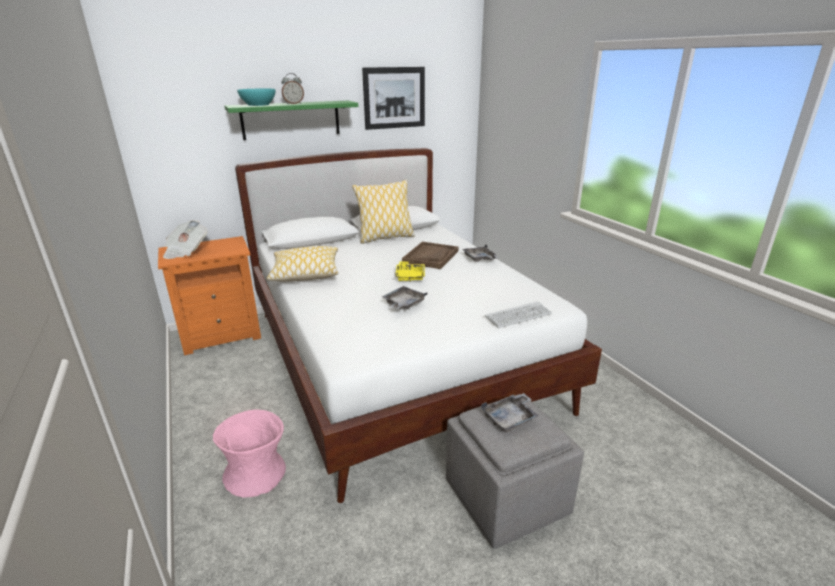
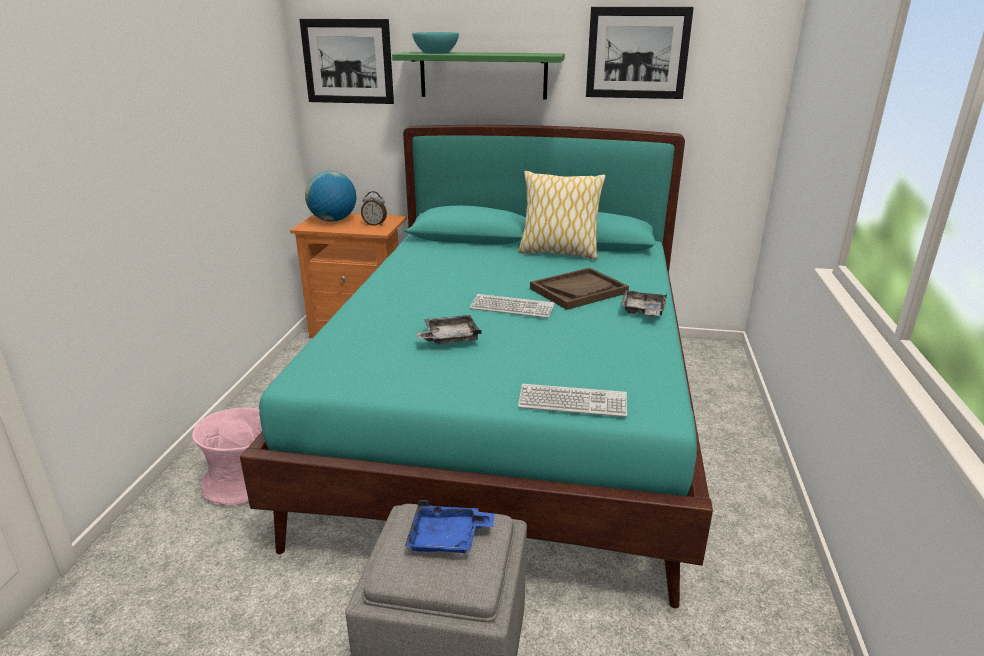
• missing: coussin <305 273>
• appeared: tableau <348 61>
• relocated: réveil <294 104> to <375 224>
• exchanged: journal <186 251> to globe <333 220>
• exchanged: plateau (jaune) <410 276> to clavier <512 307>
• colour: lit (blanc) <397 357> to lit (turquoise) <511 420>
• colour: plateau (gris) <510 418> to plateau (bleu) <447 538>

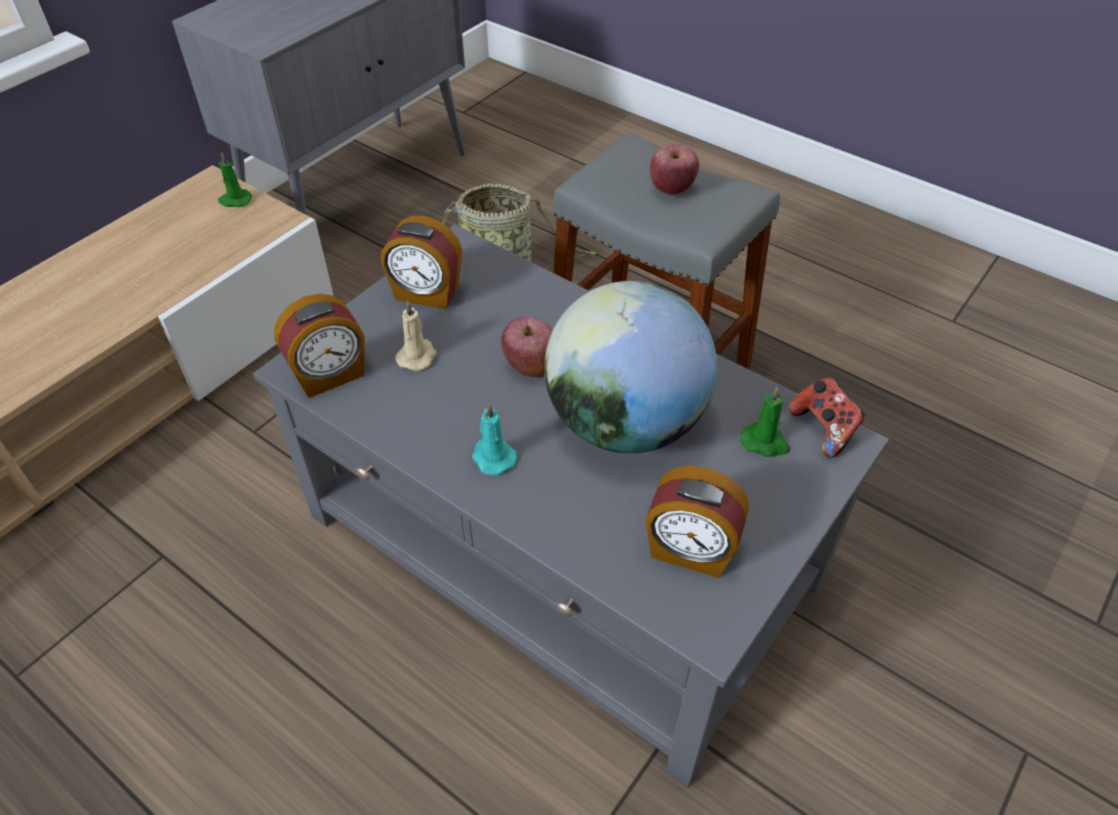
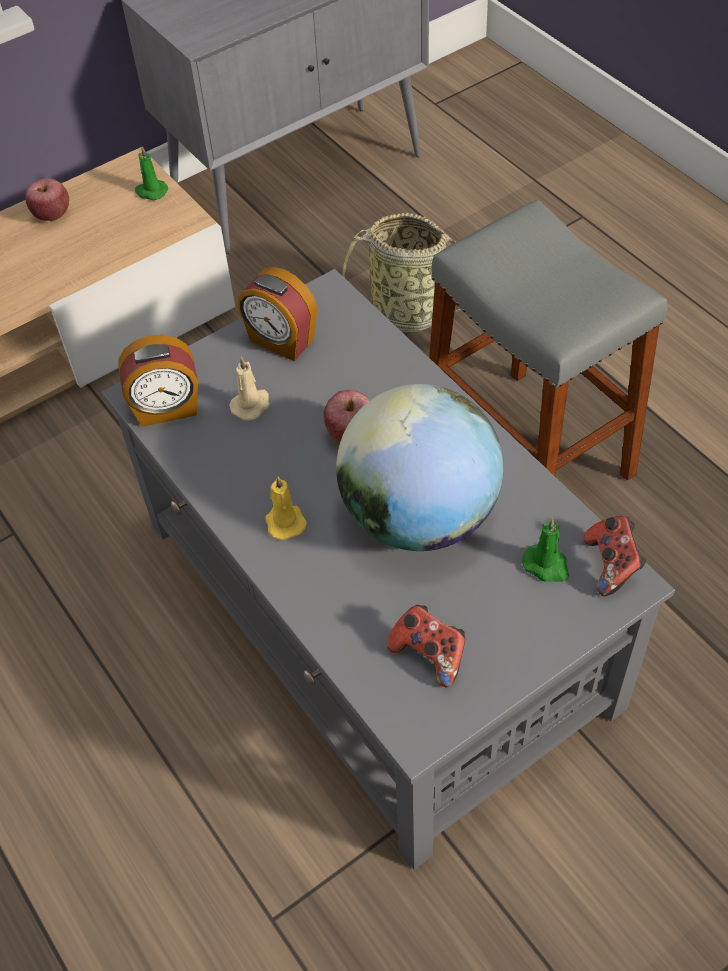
• relocated: pomme <672 189> to <52 215>
• exchanged: réveil <690 551> to manette <429 654>
• colour: bougie (turquoise) <492 457> to bougie (jaune) <284 521>

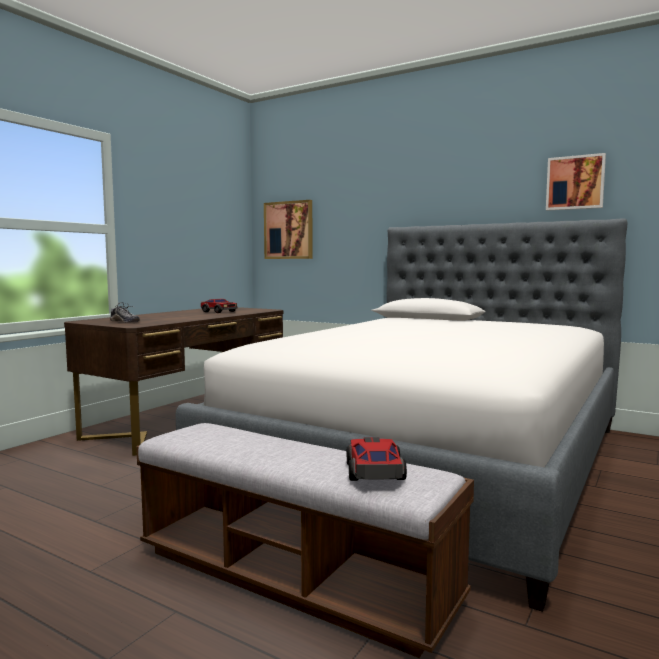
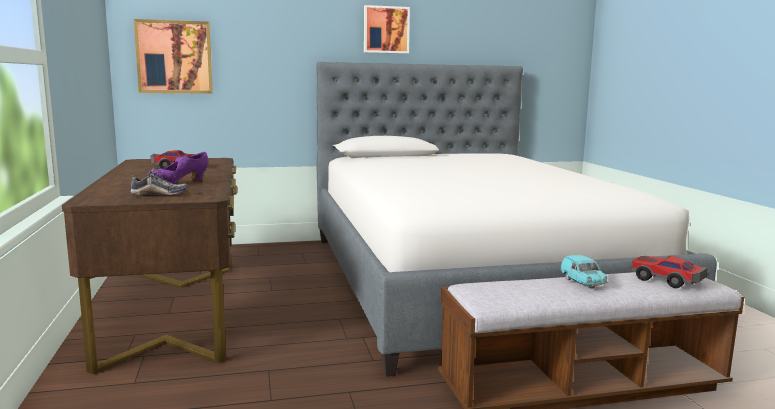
• appeared: chaussure (violet) <179 183>
• appeared: petite voiture (turquoise) <583 283>
• relocated: tableau <575 183> to <386 30>

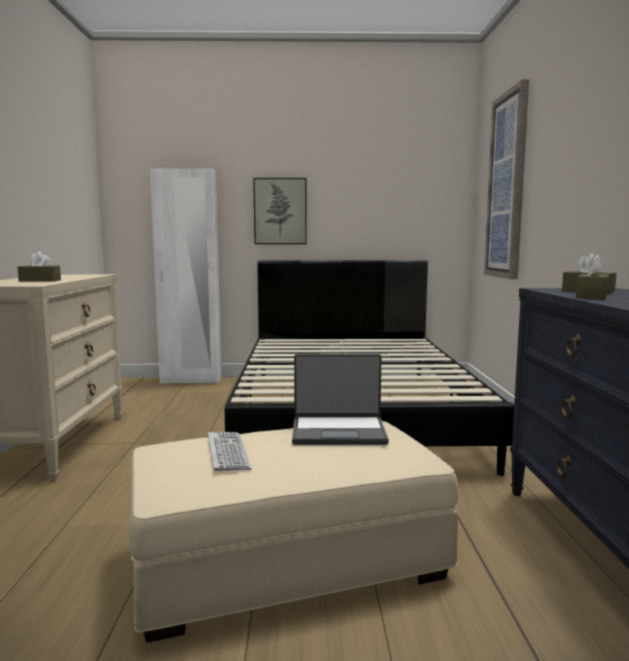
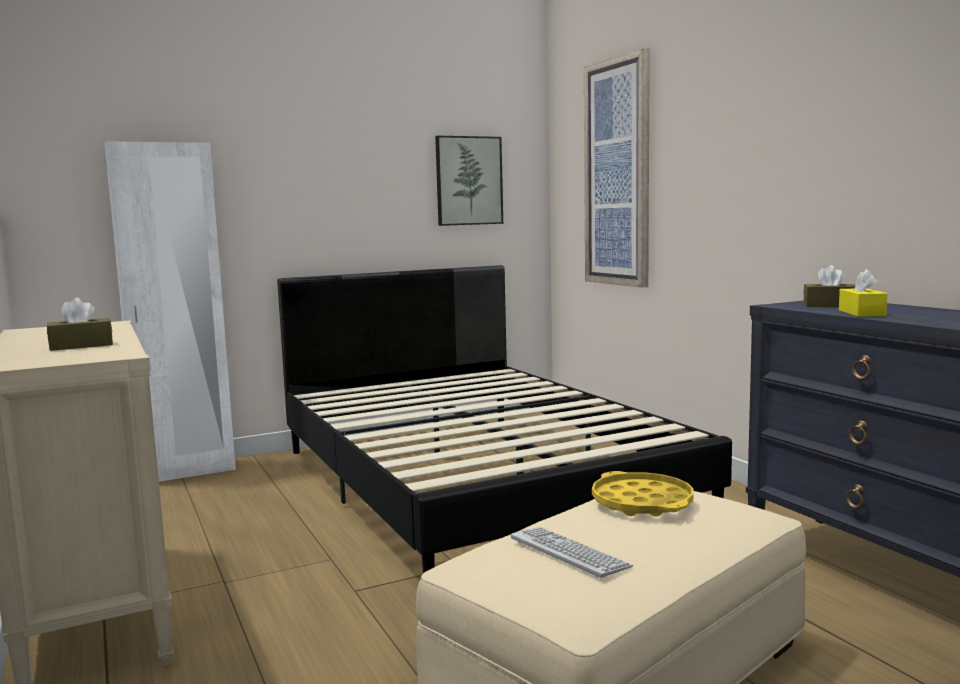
• relocated: tableau <280 211> to <468 181>
• exchanged: ordinateur portable <338 432> to plateau (jaune) <642 503>
• colour: boîte à mouchoirs (marron) <591 296> to boîte à mouchoirs (jaune) <861 313>

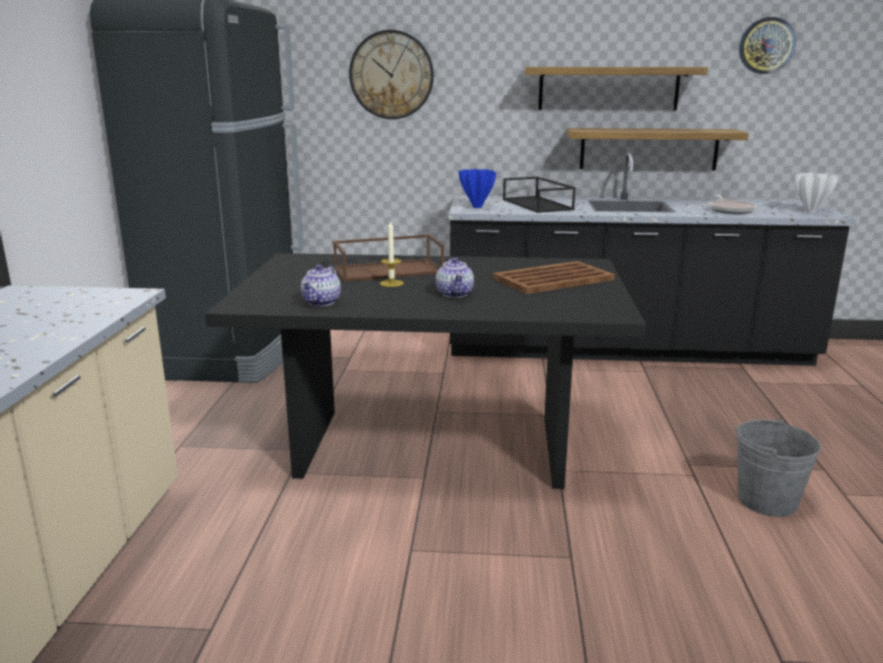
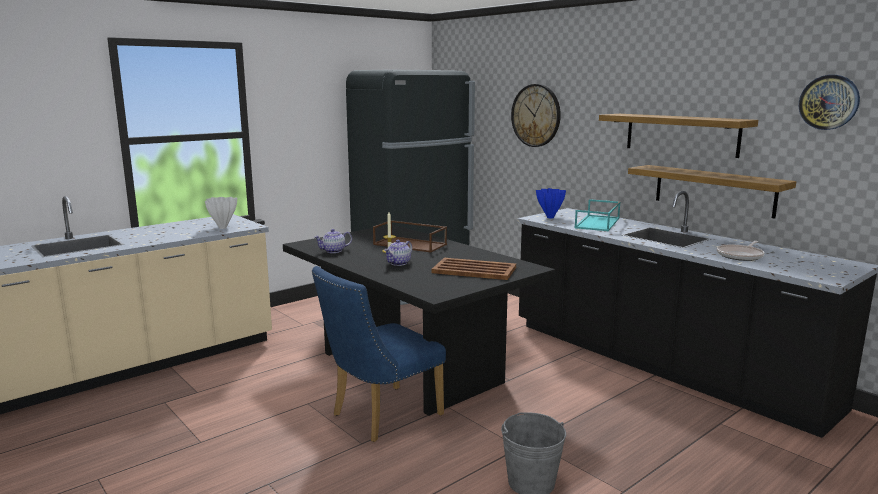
• appeared: chaise (bleu) <379 416>
• relocated: vase (blanc) <811 212> to <223 228>
• colour: plateau (noir) <538 204> to plateau (turquoise) <598 223>

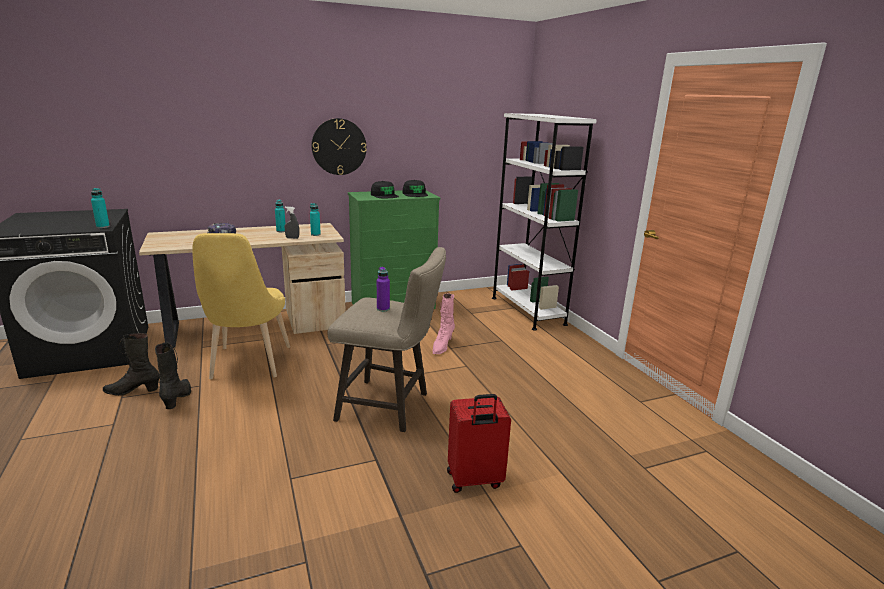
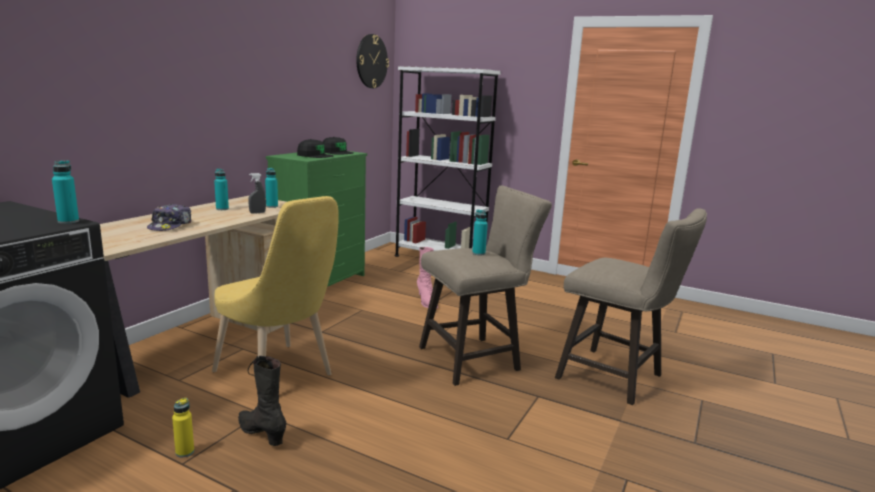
• relocated: horloge murale <339 147> to <371 61>
• exchanged: botte (noir) <133 391> to bouteille (jaune) <185 452>
• exchanged: valise (rouge) <474 480> to tabouret (beige) <617 379>
• colour: bouteille (violet) <383 309> to bouteille (turquoise) <478 253>

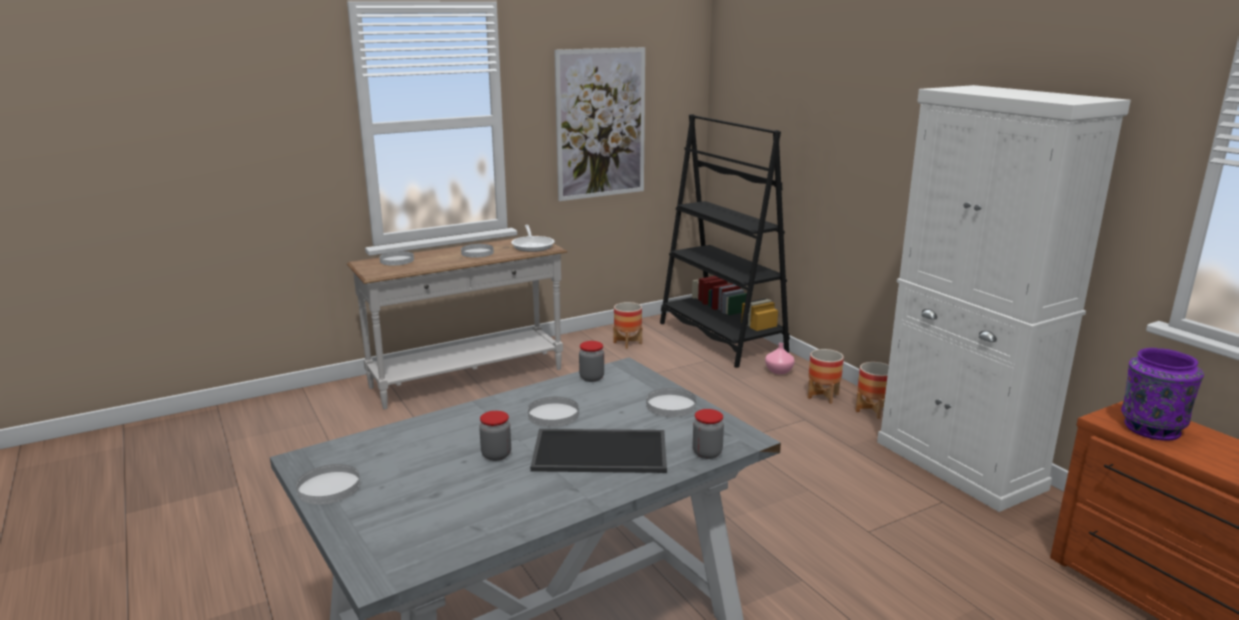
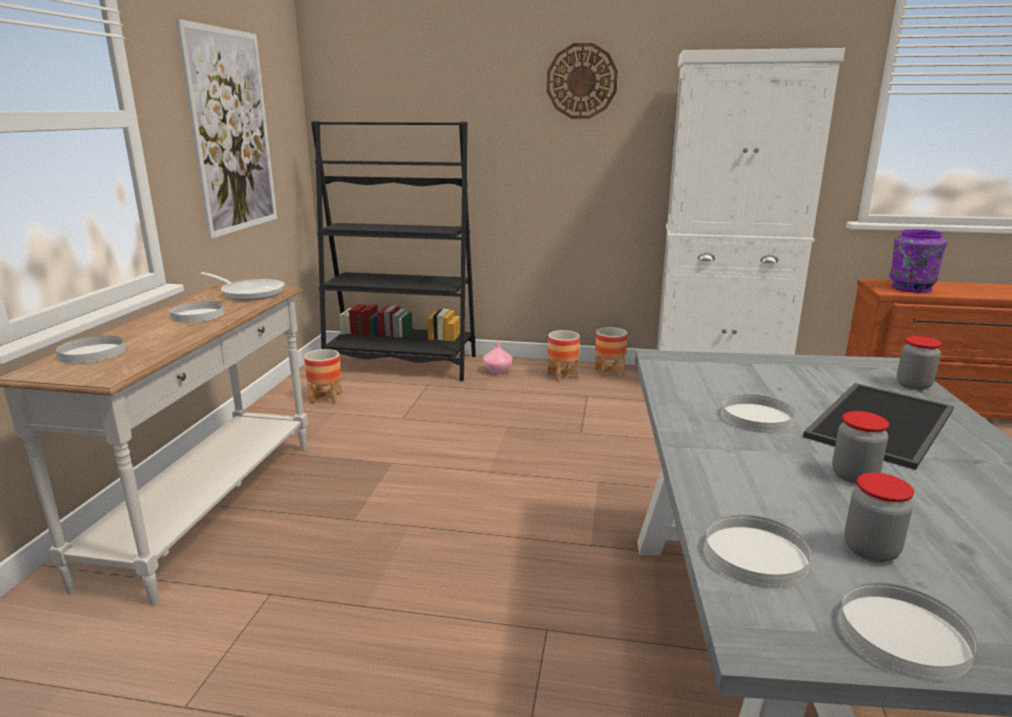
• appeared: horloge murale <581 81>
• relocated: bocal <591 378> to <870 550>
• relocated: assiette (blanc) <671 405> to <756 555>

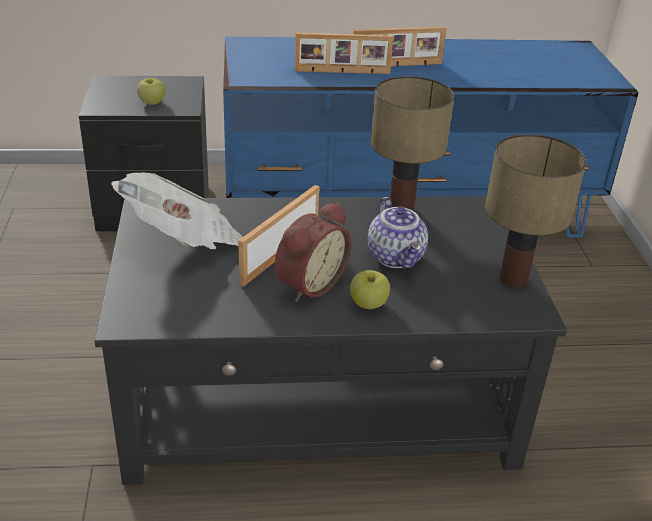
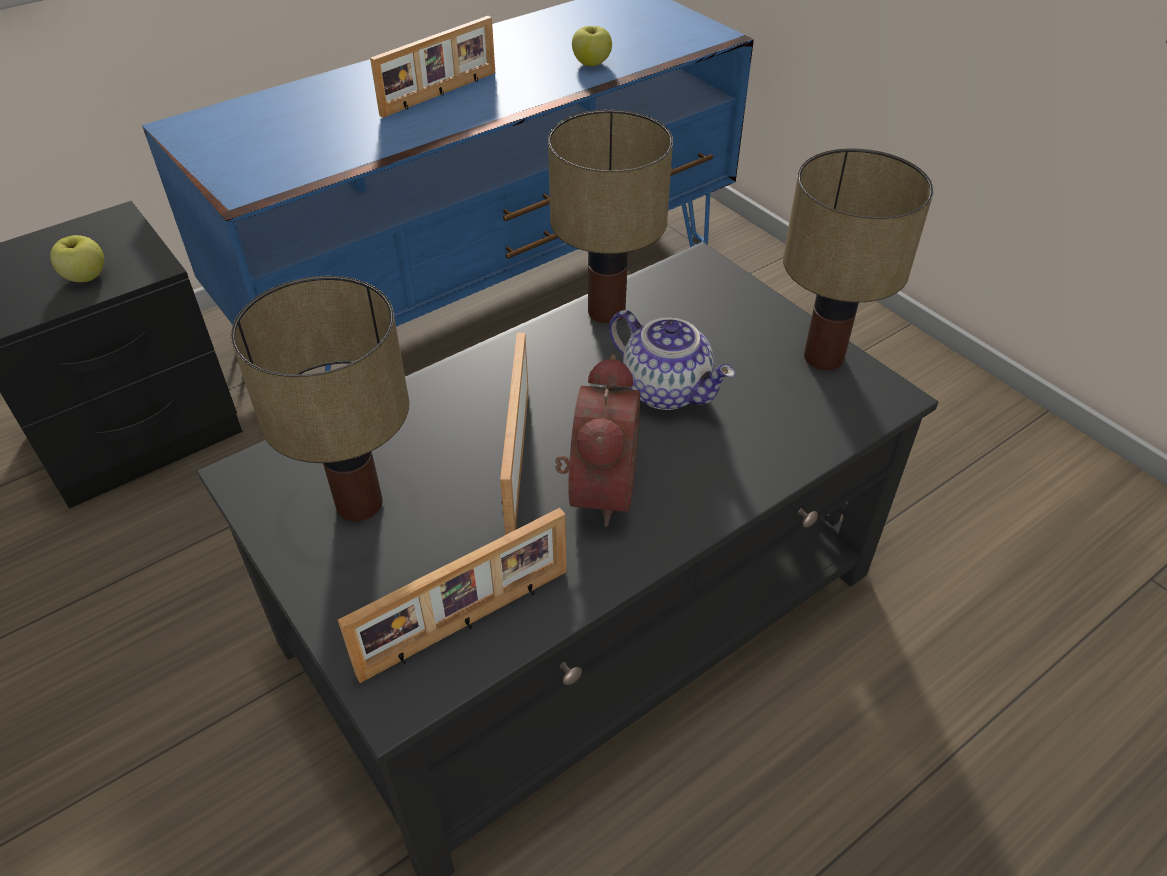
• relocated: cadre photo <342 72> to <467 624>
• relocated: pomme <368 304> to <591 63>
• exchanged: journal <185 240> to lampe de table <360 501>

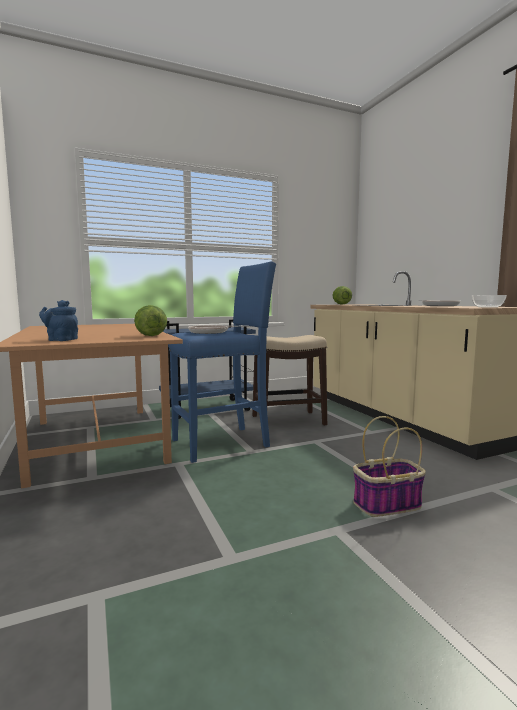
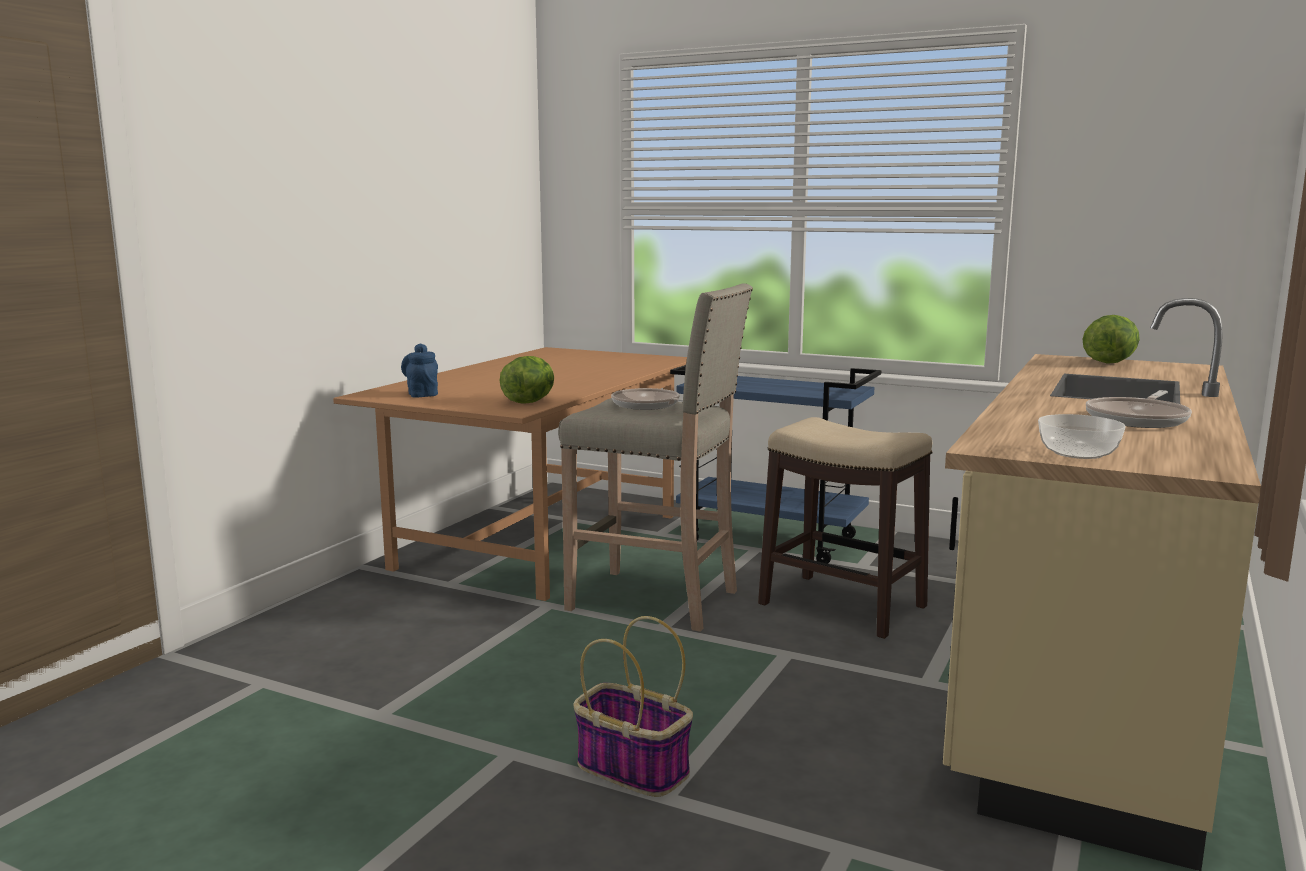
• colour: tabouret (bleu) <222 443> to tabouret (beige) <656 601>

